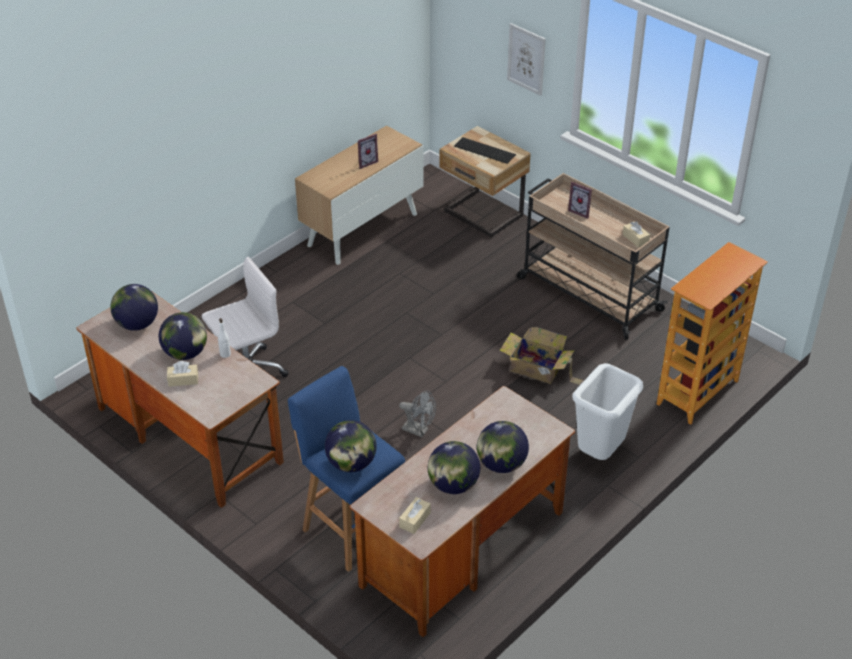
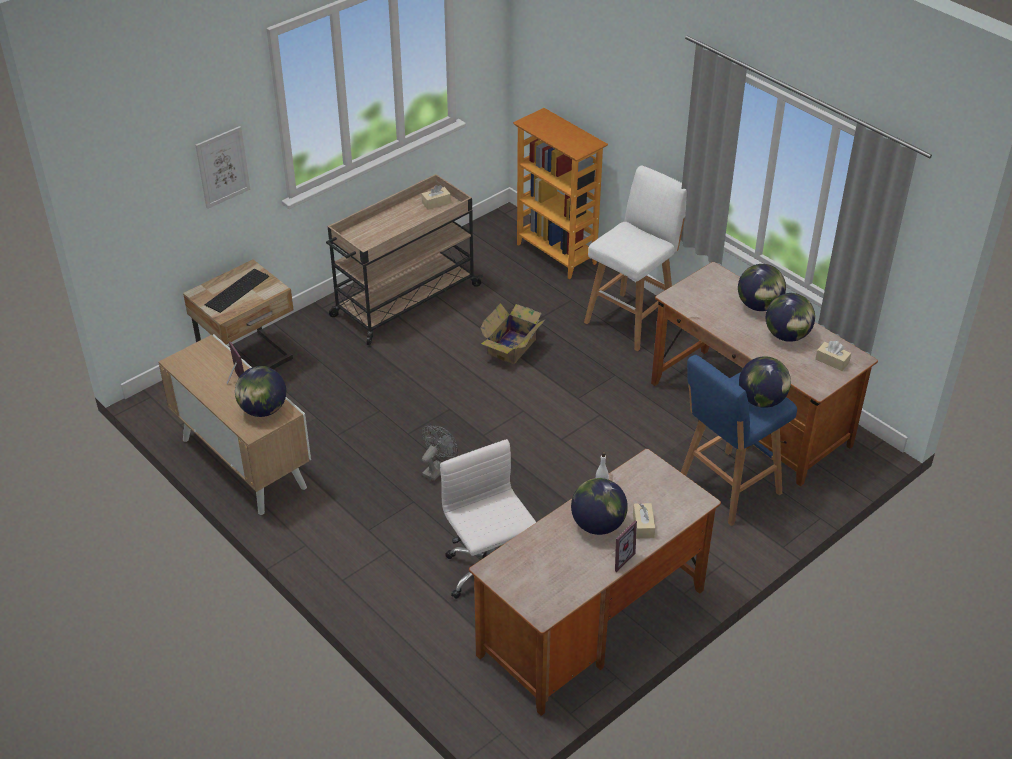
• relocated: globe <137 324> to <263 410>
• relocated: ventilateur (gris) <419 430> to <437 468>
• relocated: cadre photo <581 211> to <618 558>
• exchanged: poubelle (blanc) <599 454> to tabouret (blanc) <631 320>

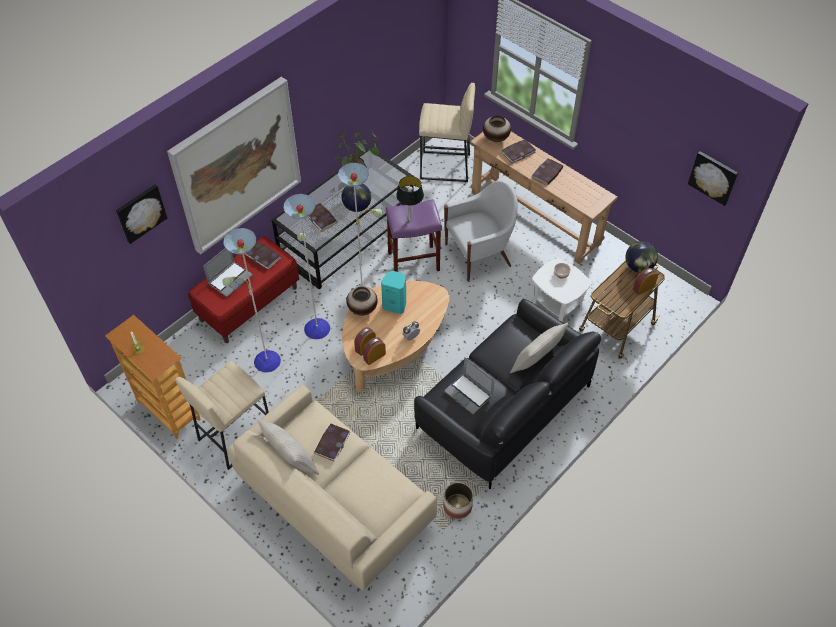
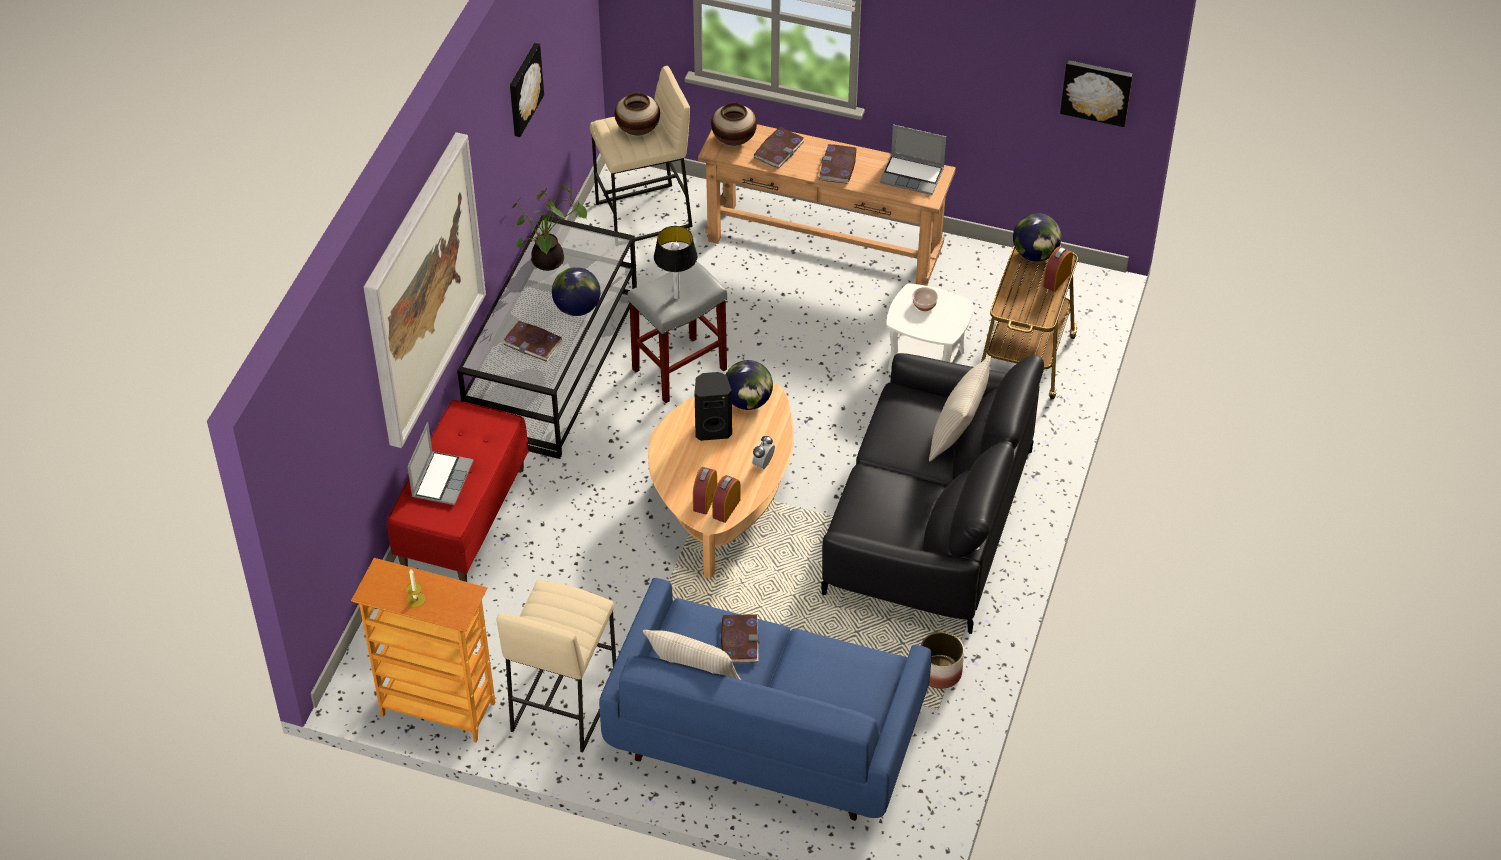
• missing: lampadaire <316 327>
• missing: livre <263 256>
• missing: fauteuil (blanc) <479 255>
• appeared: globe <748 401>
• relocated: tableau <140 213> to <523 89>
• relocated: vase <362 309> to <637 130>
• relocated: ordinateur portable <469 394> to <913 175>
• colour: canapé (beige) <335 501> to canapé (bleu) <765 733>
• colour: enceinte (turquoise) <395 305> to enceinte (noir) <713 429>
• colour: tabouret (violet) <413 262> to tabouret (gris) <679 370>

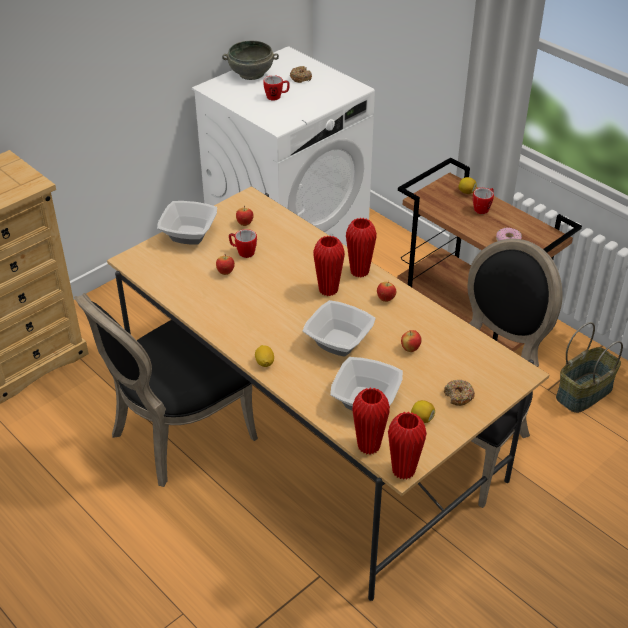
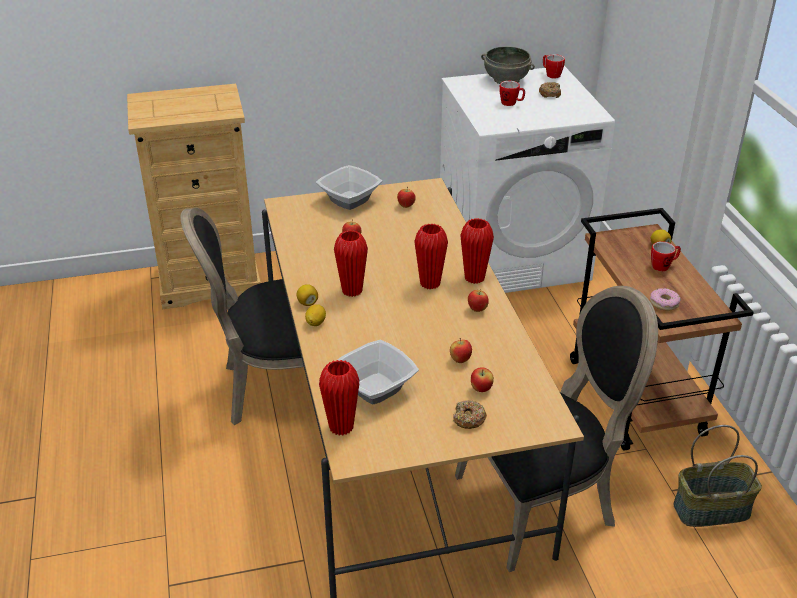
• missing: bol <340 342>
• appeared: pomme <481 389>
• relocated: mug <243 252> to <551 74>
• relocated: vase (rouge) <403 470> to <352 291>
• relocated: citron <422 418> to <307 303>

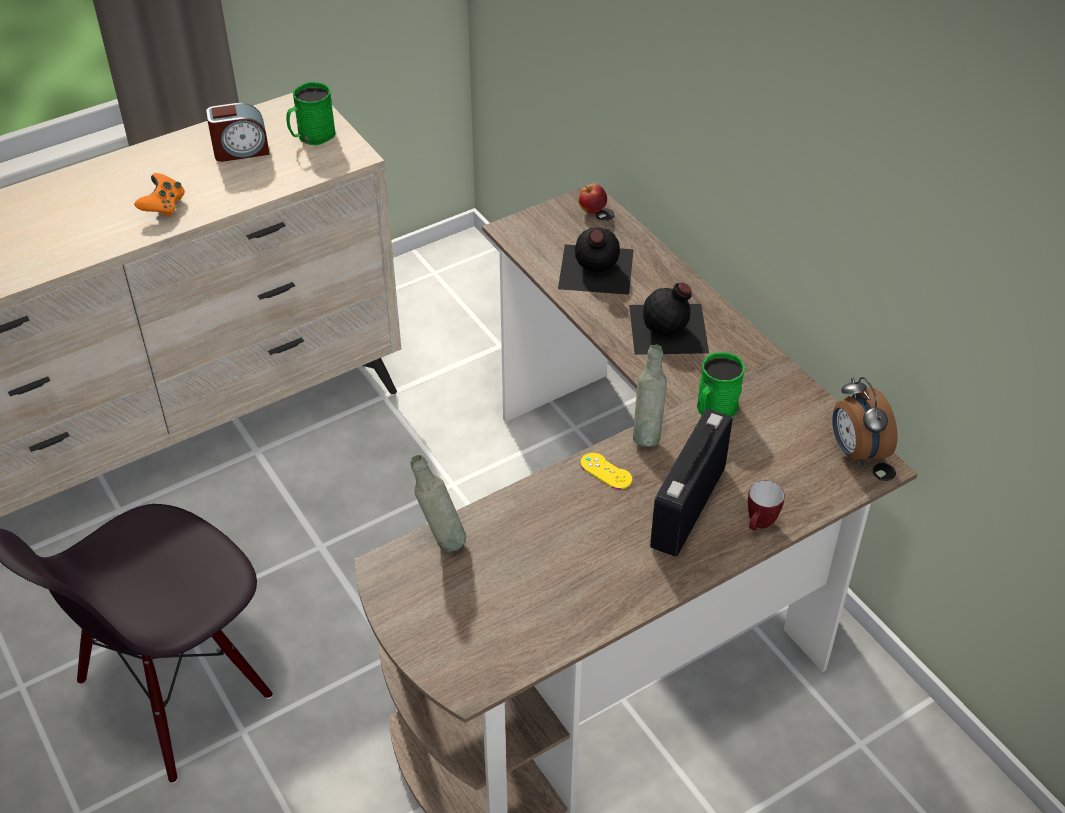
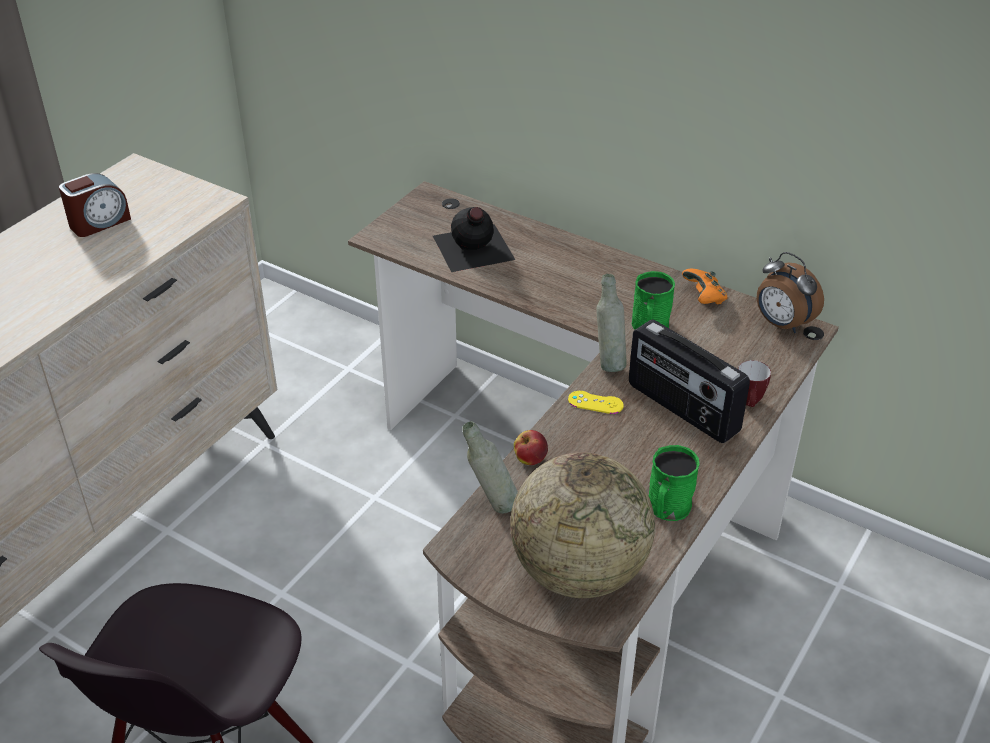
• missing: bouteille (noir) <670 329>
• appeared: globe <578 571>
• relocated: manette (orange) <163 207> to <704 297>
• relocated: mug (vert) <312 136> to <667 509>
• relocated: pomme <592 210> to <530 459>
• spun: radio <686 507> = <682 409> 45 degrees counterclockwise

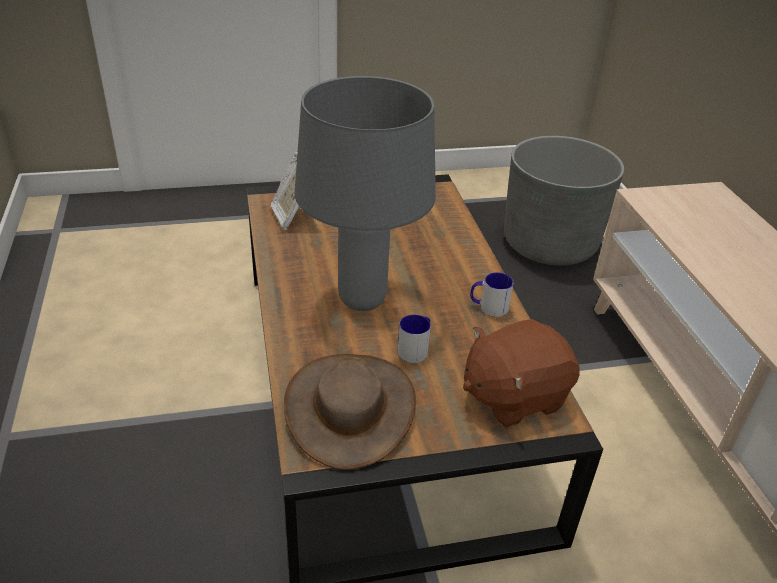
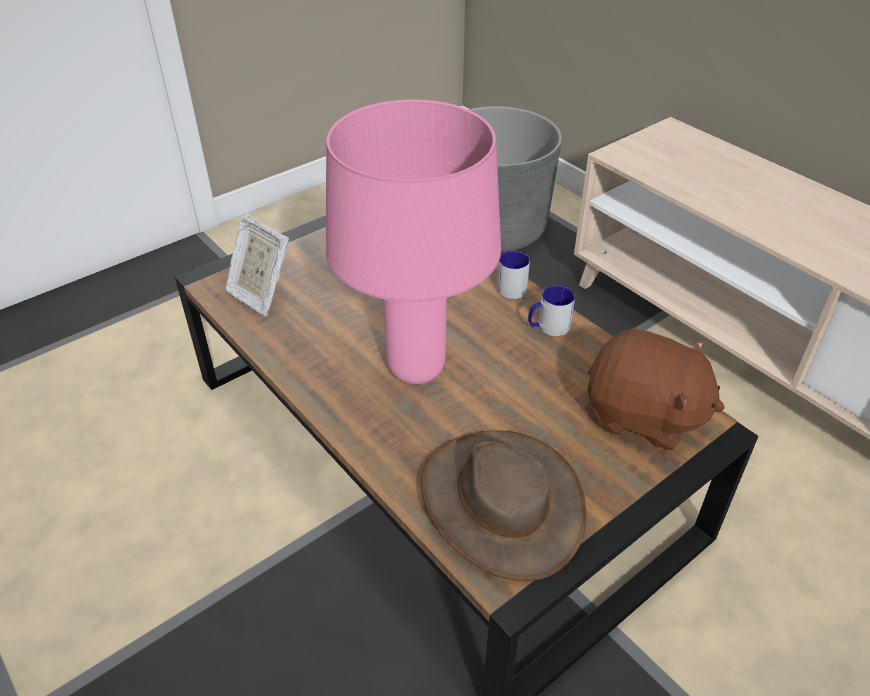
• relocated: mug <416 349> to <512 285>
• colour: lampe de table (gris) <363 300> to lampe de table (rose) <417 369>
• spun: peluche (marron) <513 396> = <643 416> 105 degrees counterclockwise

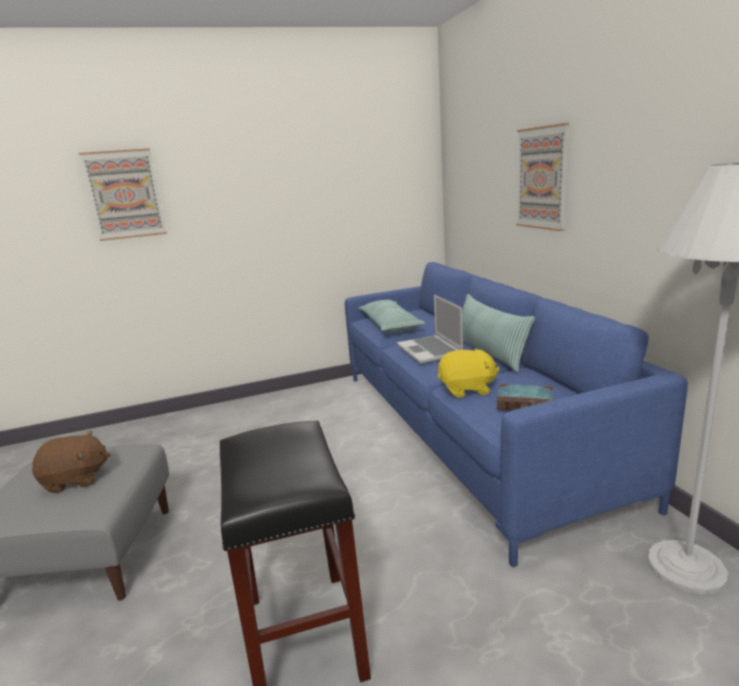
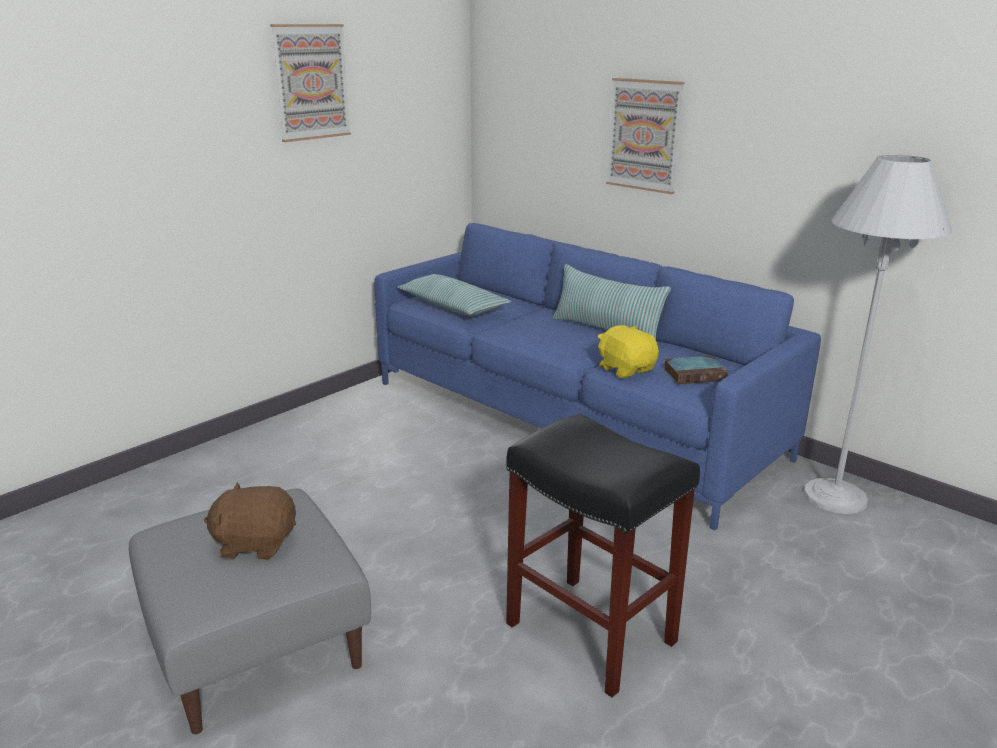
• missing: ordinateur portable <430 351>
• relocated: tableau <125 194> to <311 82>
• spun: peluche (marron) <76 480> = <255 543> 135 degrees counterclockwise
• spun: peluche (jaune) <467 389> = <626 369> 90 degrees counterclockwise

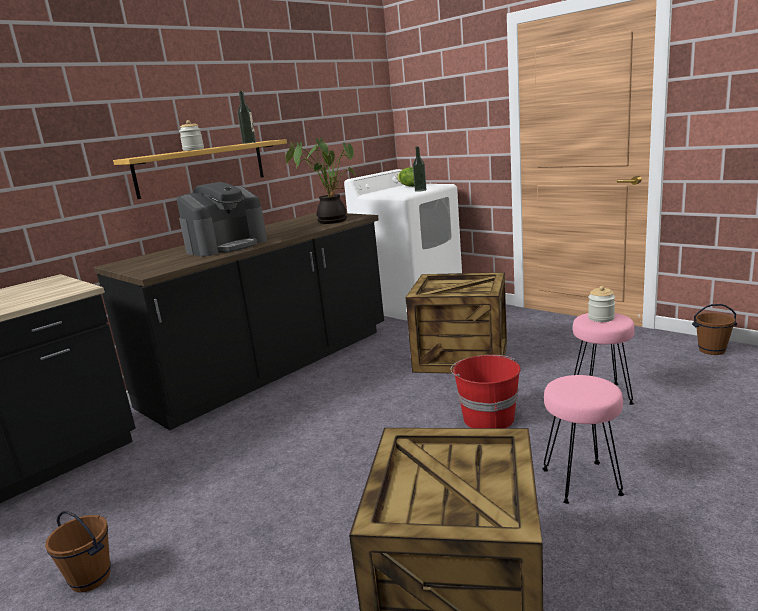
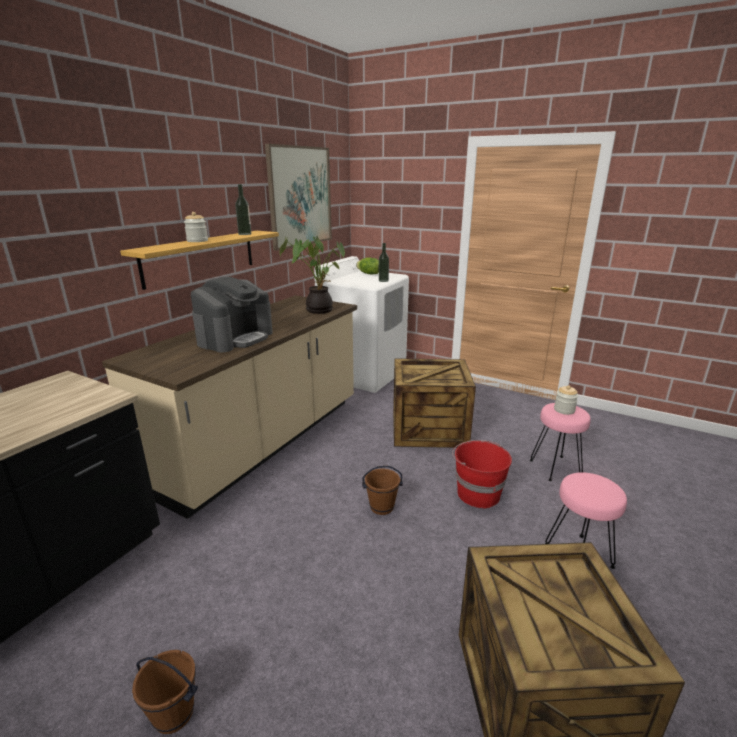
• appeared: tableau <300 197>
• relocated: seau (marron) <711 350> to <382 507>
• colour: comptoir de cuisine (noir) <272 368> to comptoir de cuisine (beige) <263 442>

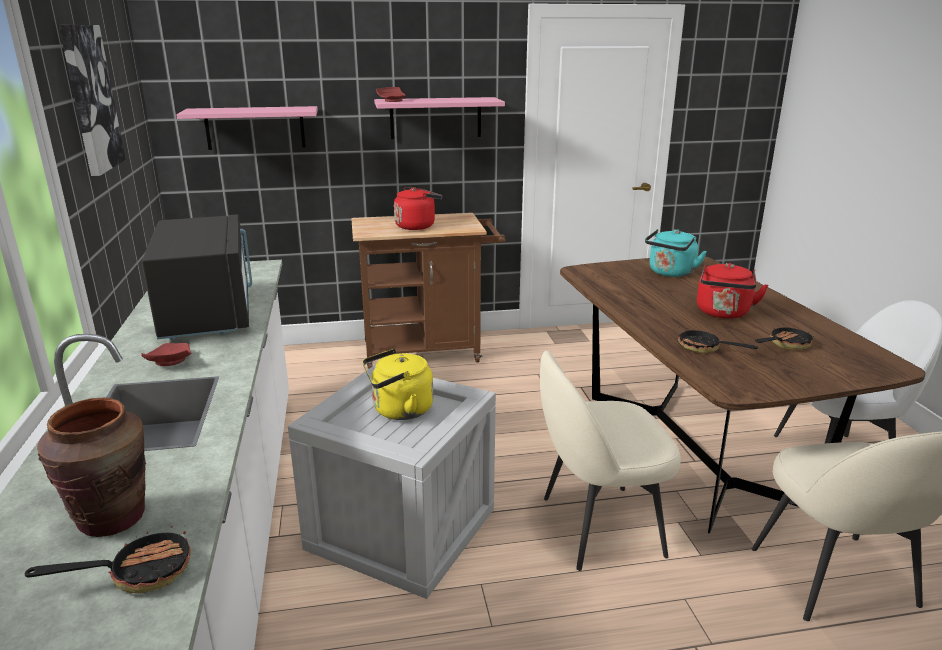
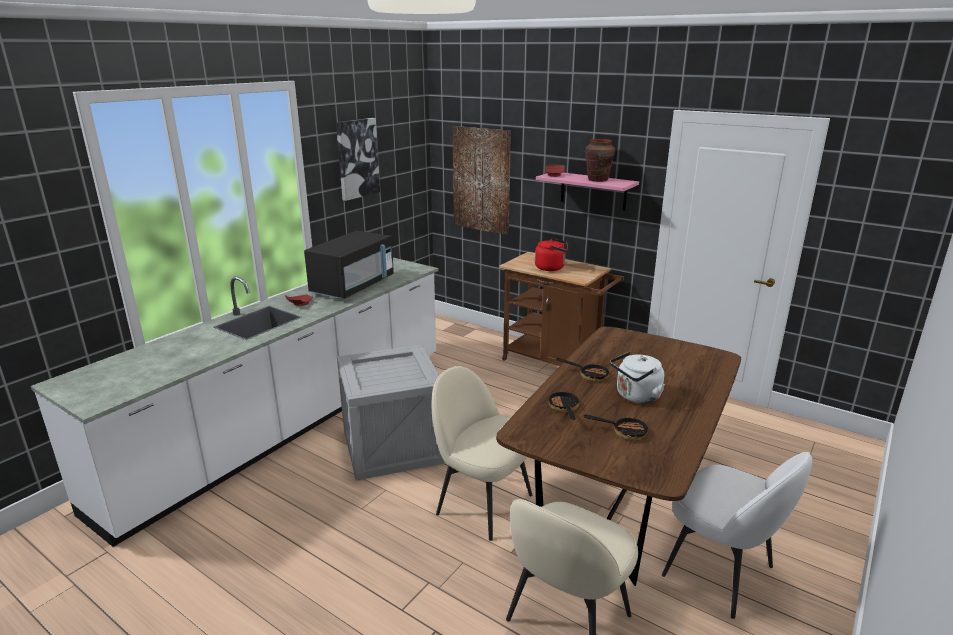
• missing: bouilloire (jaune) <399 410>
• missing: bouilloire (turquoise) <670 273>
• relocated: poêle <138 573> to <589 375>
• relocated: vase (marron) <112 518> to <598 180>
• exchanged: étagère (rose) <255 128> to tableau <481 180>
• colour: bouilloire (rouge) <723 313> to bouilloire (blanc) <636 396>

